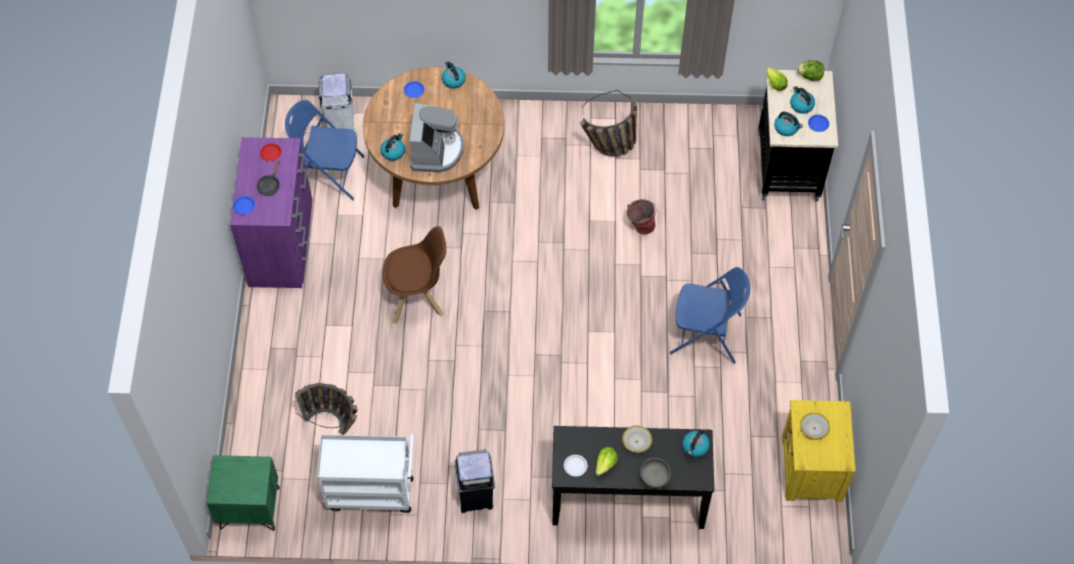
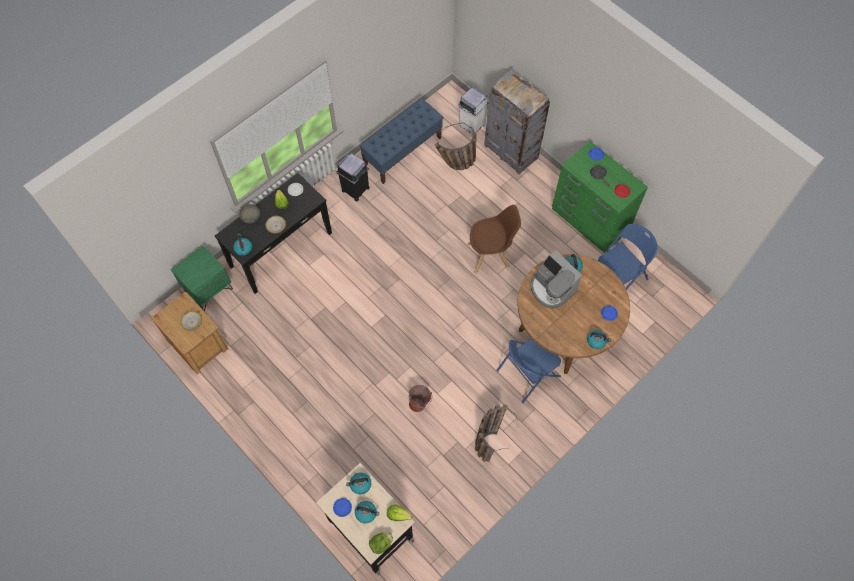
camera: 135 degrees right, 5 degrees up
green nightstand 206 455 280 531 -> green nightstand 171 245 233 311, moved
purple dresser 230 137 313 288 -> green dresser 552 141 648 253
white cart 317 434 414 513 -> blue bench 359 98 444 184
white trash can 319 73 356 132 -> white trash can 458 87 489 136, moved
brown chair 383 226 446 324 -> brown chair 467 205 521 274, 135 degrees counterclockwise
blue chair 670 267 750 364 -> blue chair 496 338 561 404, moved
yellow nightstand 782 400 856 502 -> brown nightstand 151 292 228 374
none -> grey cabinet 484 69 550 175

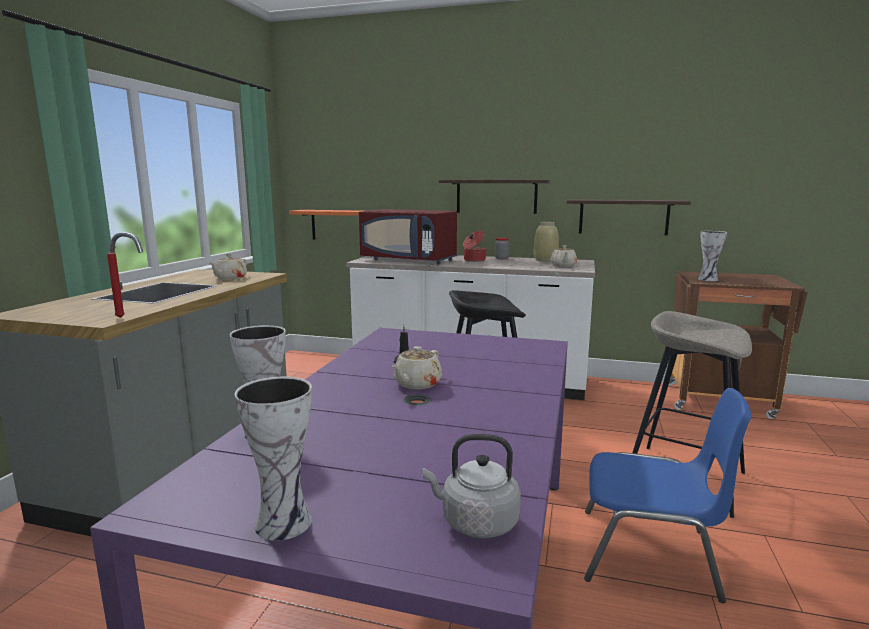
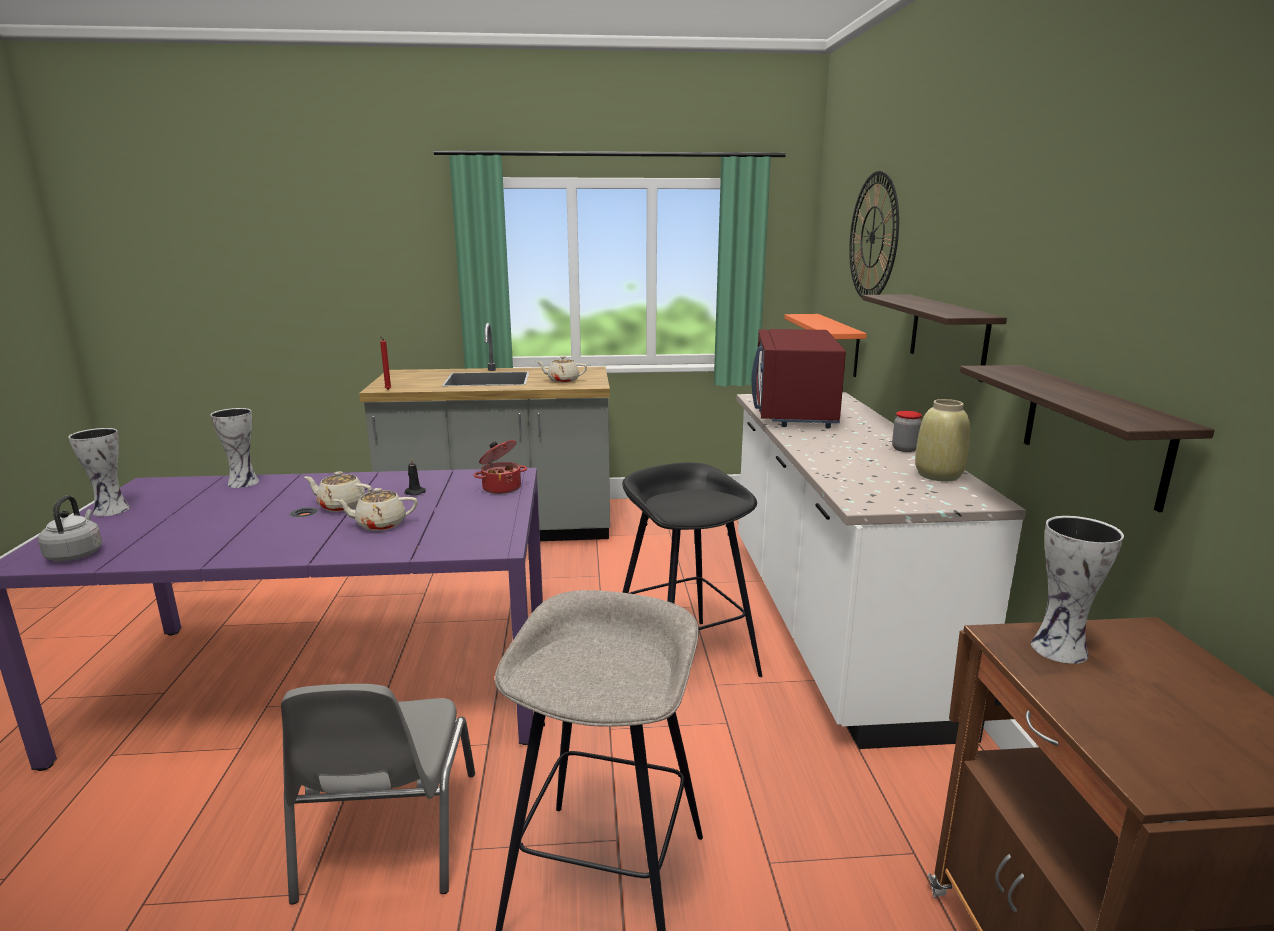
camera: 70 degrees right, 5 degrees up
cooking pot 463 231 486 262 -> cooking pot 474 440 527 494, moved
beige teapot 550 245 577 267 -> beige teapot 334 488 418 531, moved
blue chair 584 388 751 603 -> grey chair 281 684 475 905
none -> wall clock 849 171 899 298

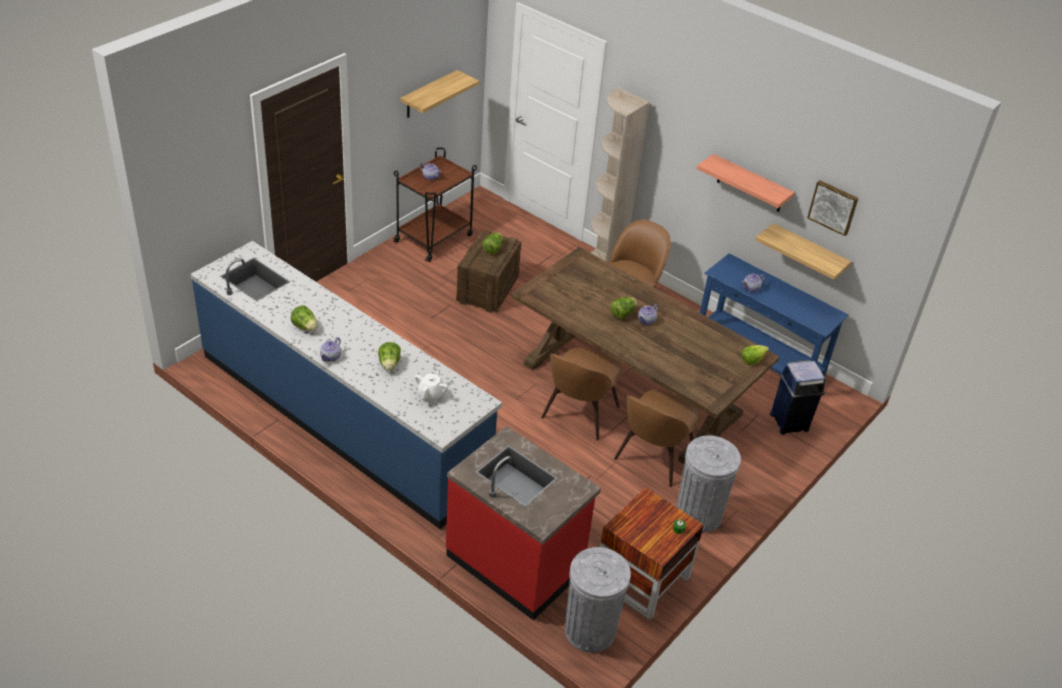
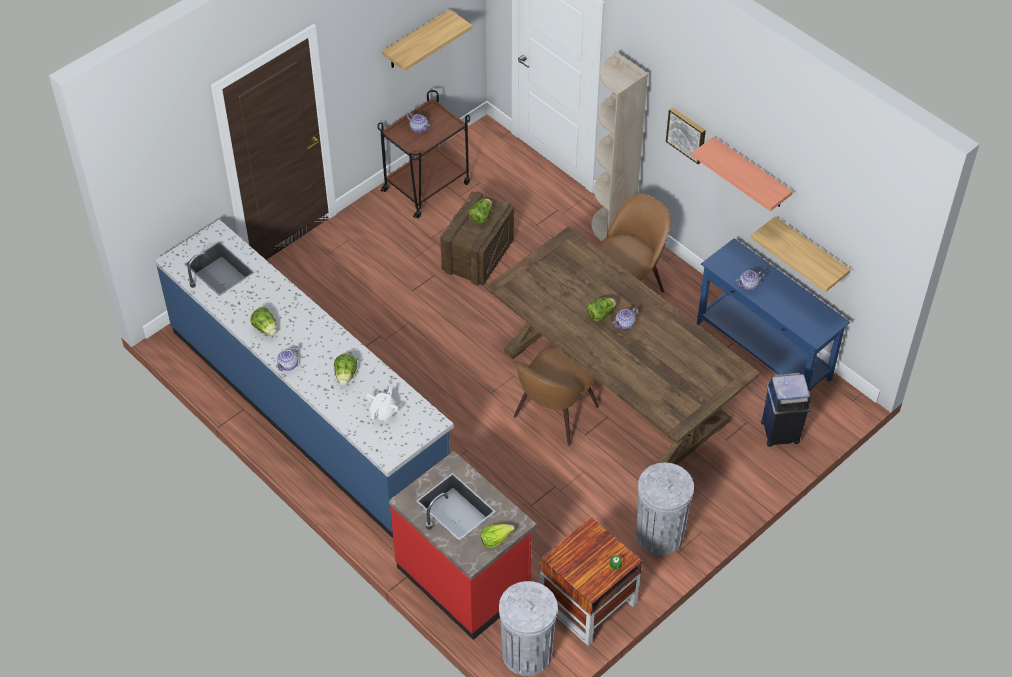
camera: 10 degrees right, 10 degrees up
brown chair 614 389 702 487 -> none
lettuce 742 345 769 365 -> lettuce 481 524 515 548, moved
picture 807 180 858 236 -> picture 666 107 706 164, moved

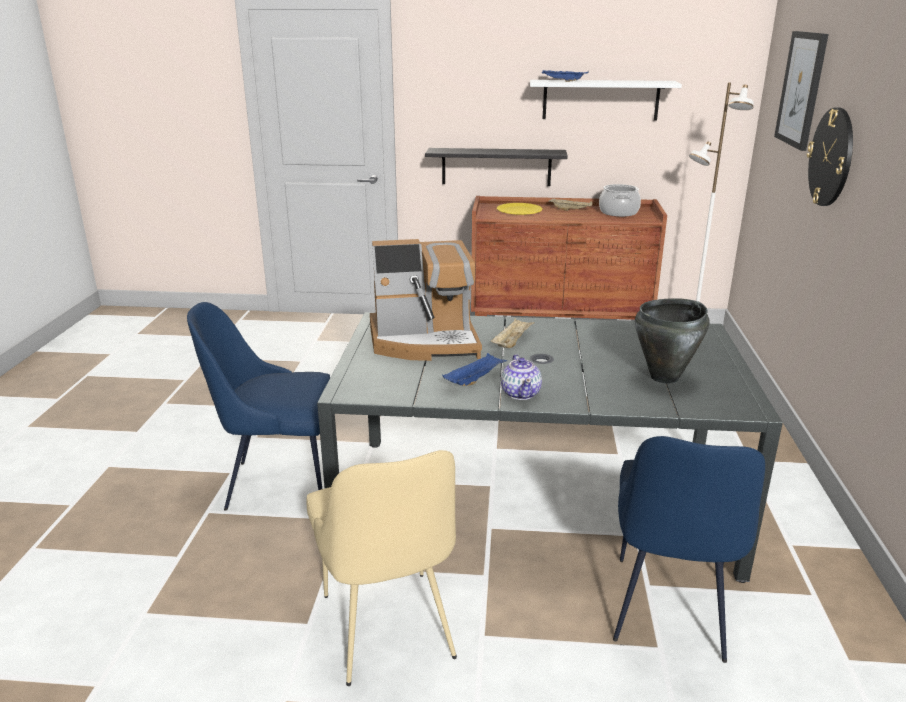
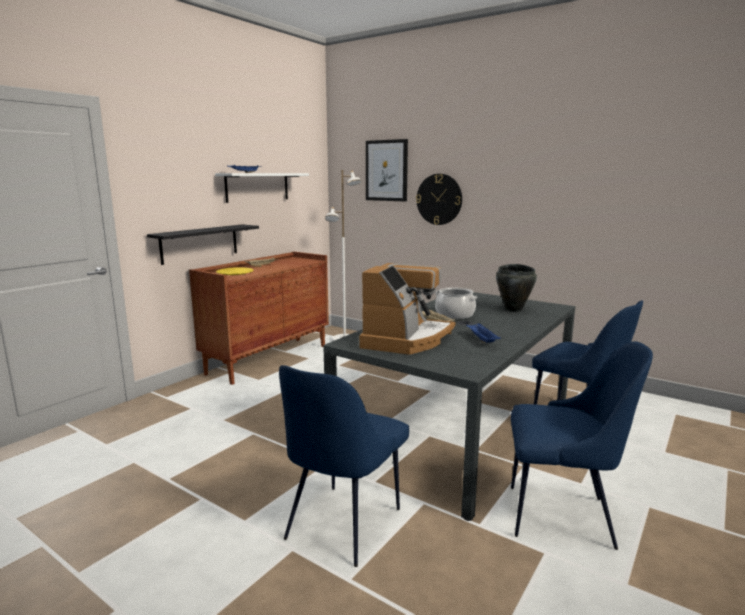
camera: 60 degrees left, 10 degrees down
beige chair 306 450 457 686 -> blue chair 511 341 653 550
teapot 501 354 542 400 -> none
cooking pot 599 184 641 217 -> cooking pot 435 288 477 319, moved

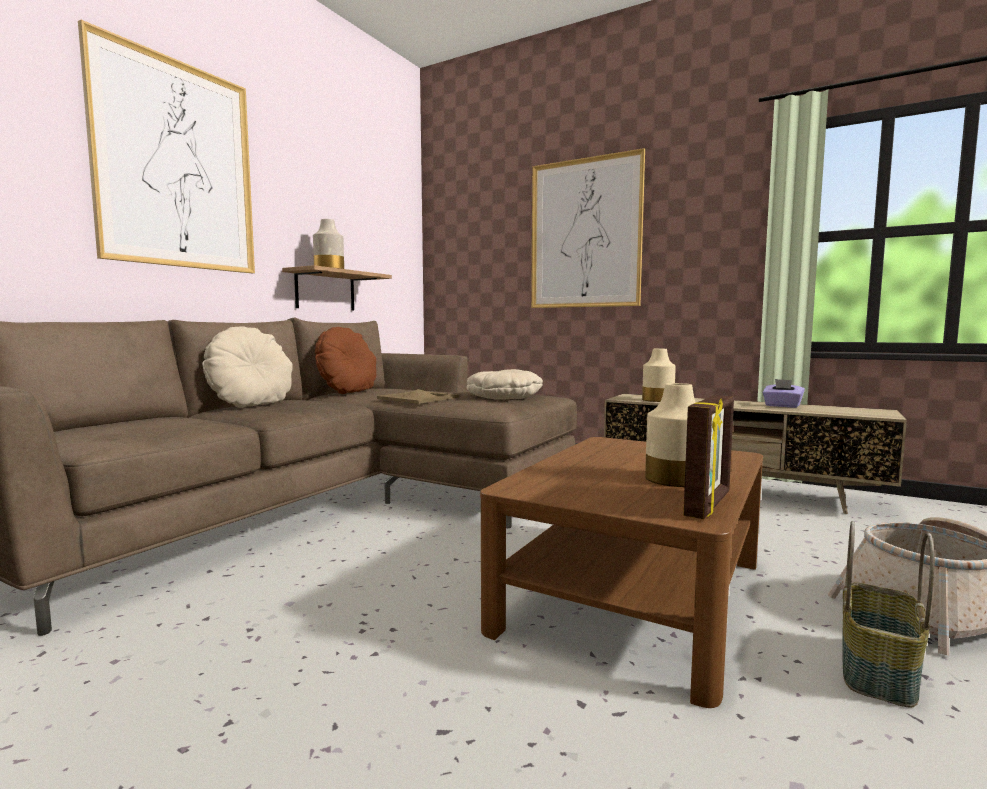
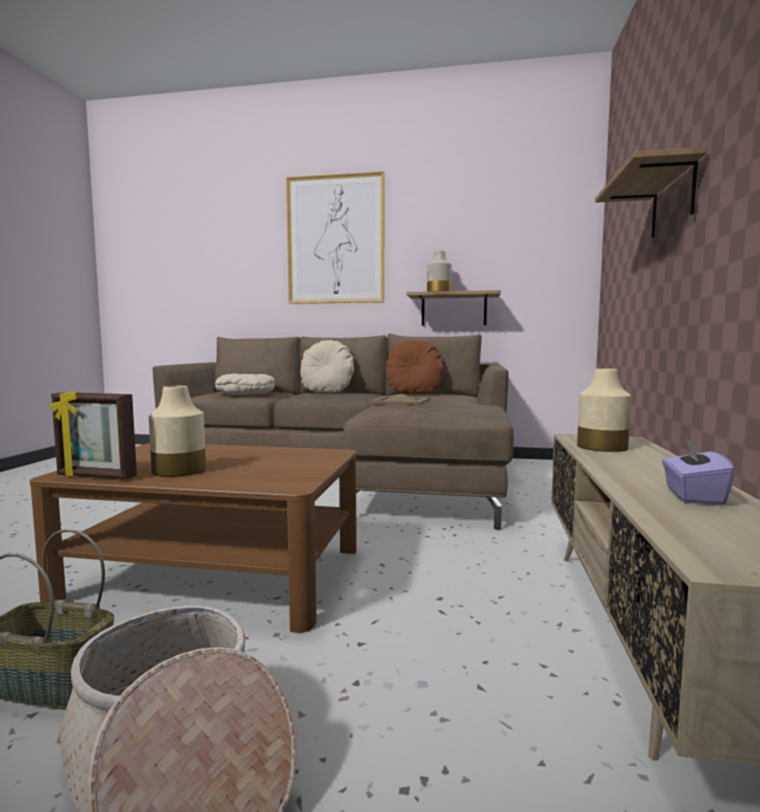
camera: 70 degrees right, 0 degrees up
beige pillow 467 369 543 400 -> beige pillow 215 373 275 395, moved
picture 531 148 645 308 -> shelf 595 147 707 238

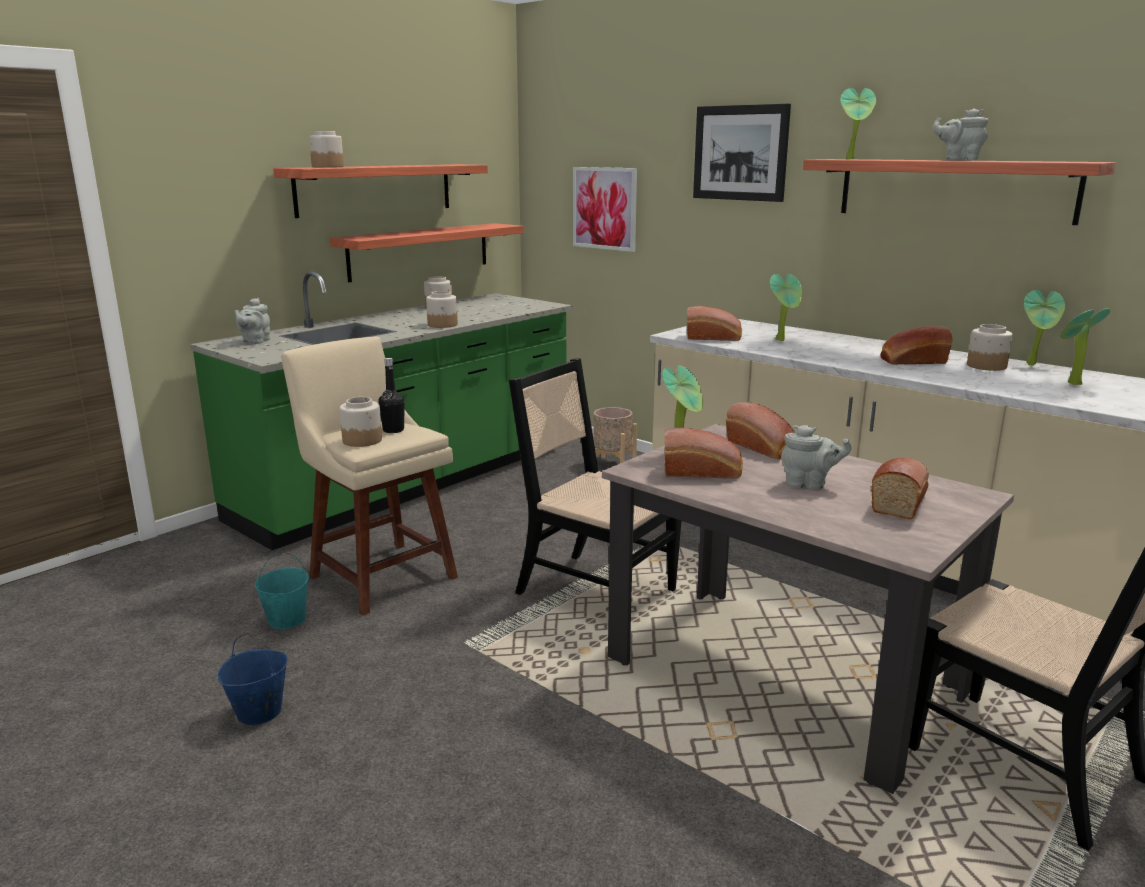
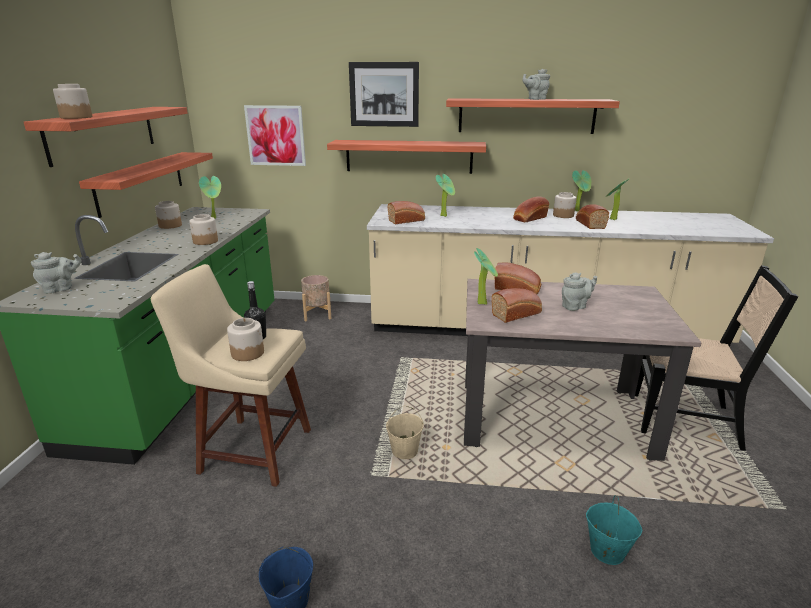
camera: 35 degrees left, 5 degrees up
grey teapot 234 298 270 344 -> grey teapot 31 252 81 294, 105 degrees counterclockwise
turquoise bucket 255 551 309 629 -> turquoise bucket 586 495 642 565, moved
chair 509 358 681 595 -> none
potted plant 840 88 876 159 -> potted plant 199 176 221 218, moved
bread 871 458 929 519 -> bread 576 204 609 229, moved
none -> shelf 327 140 486 174
none -> beige bucket 386 405 424 459

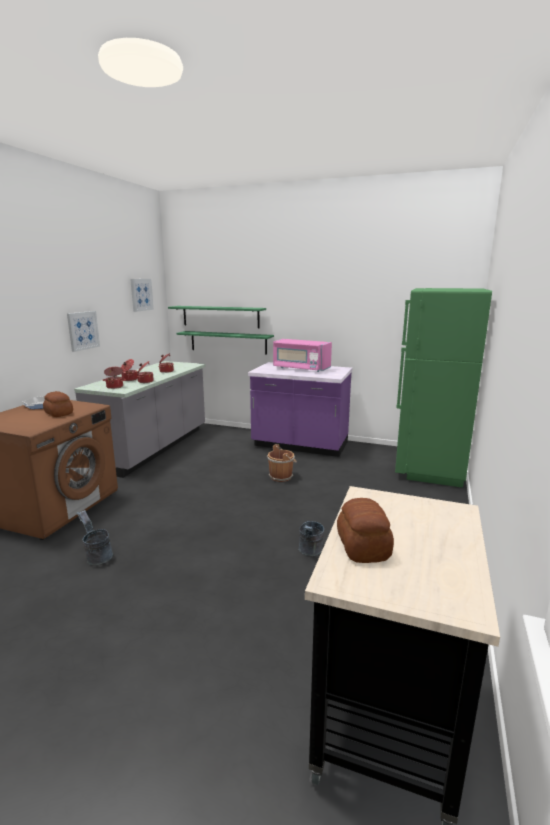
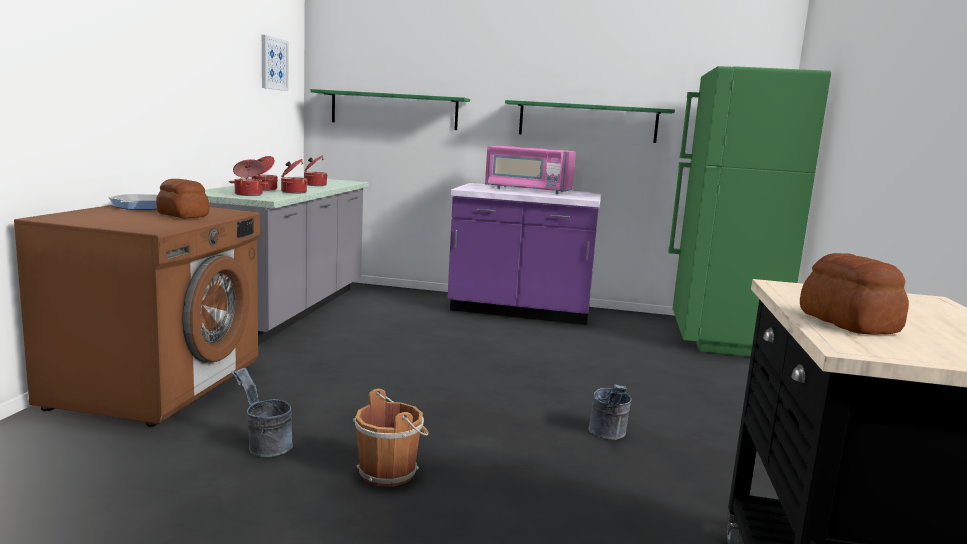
camera: 10 degrees left, 5 degrees down
picture 67 311 100 352 -> none
green shelf 176 331 274 355 -> green shelf 505 100 675 143, moved
brown bucket 267 444 297 482 -> brown bucket 353 389 429 487, moved

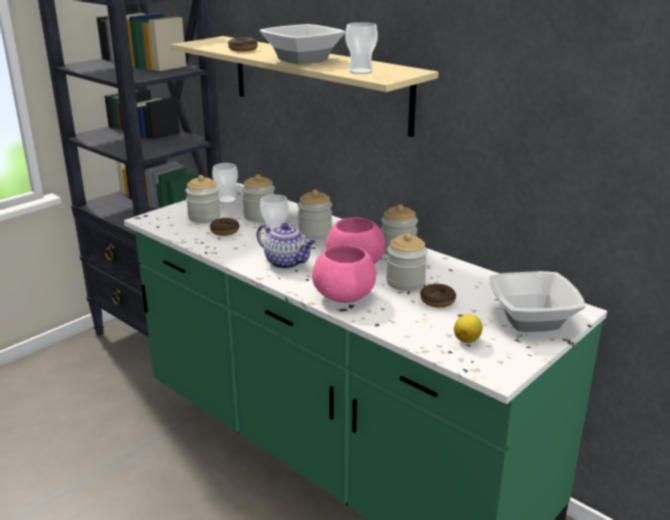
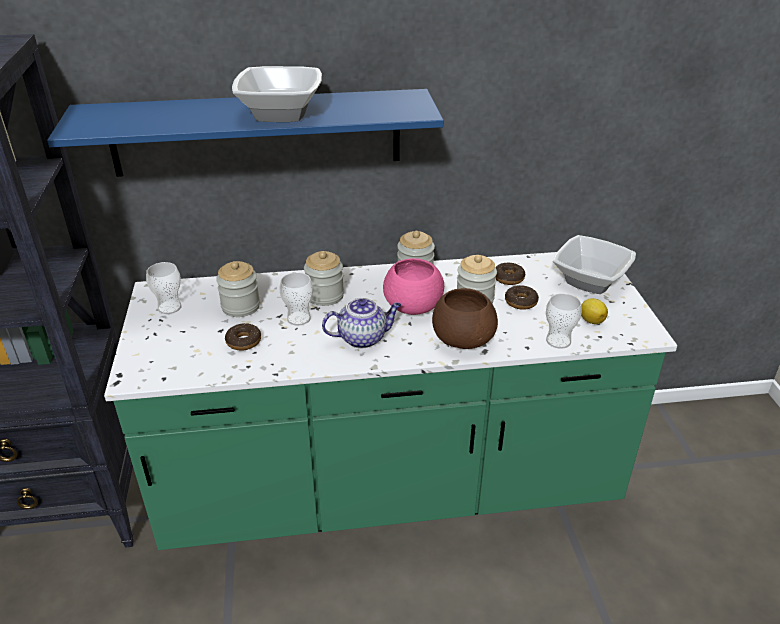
camera: 50 degrees left, 10 degrees up
beige shelf 170 36 439 137 -> blue shelf 47 89 444 177
jar 185 175 220 223 -> none
donut 228 37 258 52 -> donut 495 263 525 285, moved
pink bowl 312 245 376 303 -> brown bowl 432 288 498 349
cup 345 22 378 74 -> cup 546 293 582 349, moved

